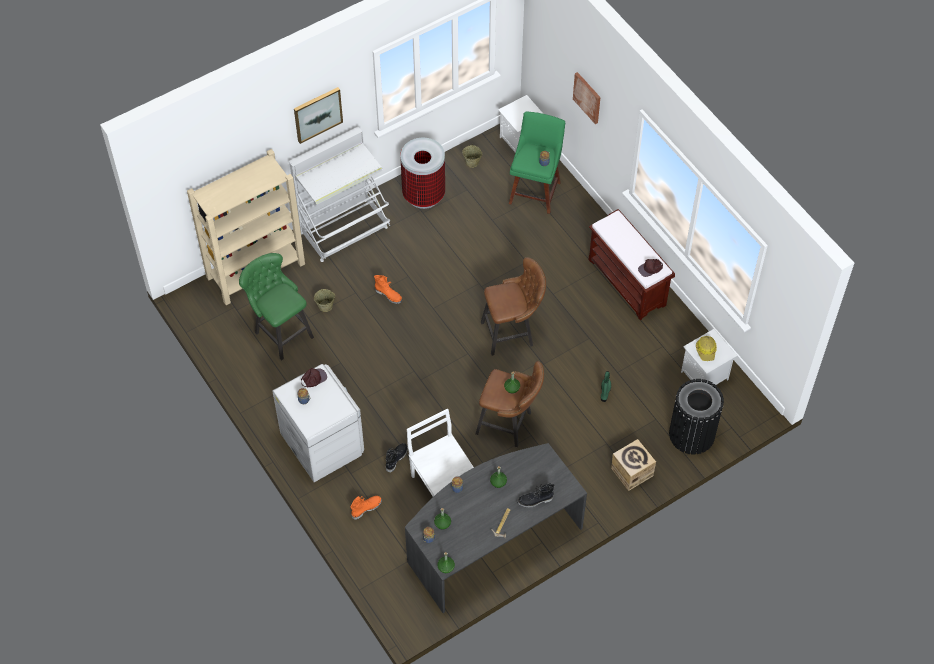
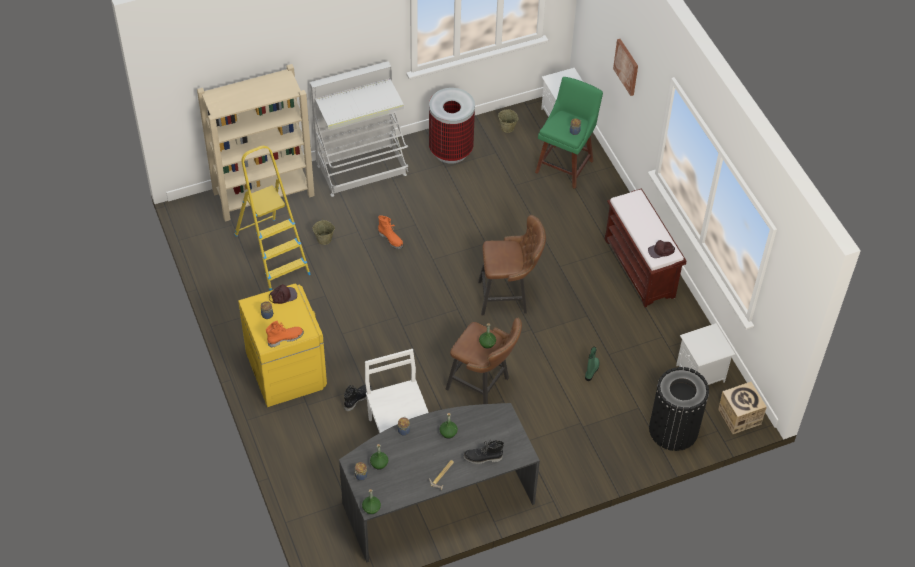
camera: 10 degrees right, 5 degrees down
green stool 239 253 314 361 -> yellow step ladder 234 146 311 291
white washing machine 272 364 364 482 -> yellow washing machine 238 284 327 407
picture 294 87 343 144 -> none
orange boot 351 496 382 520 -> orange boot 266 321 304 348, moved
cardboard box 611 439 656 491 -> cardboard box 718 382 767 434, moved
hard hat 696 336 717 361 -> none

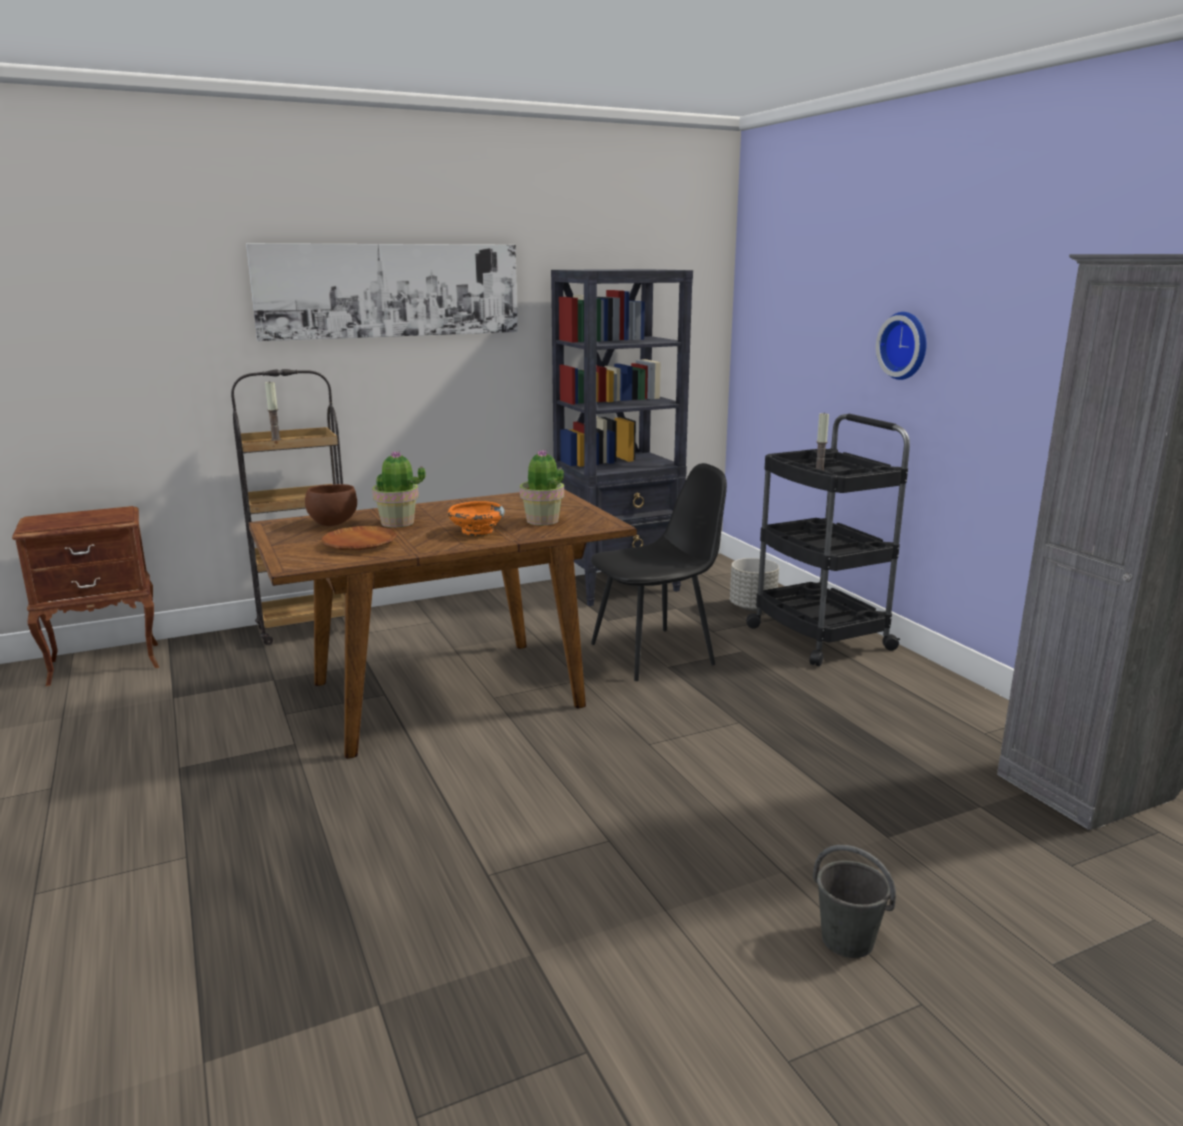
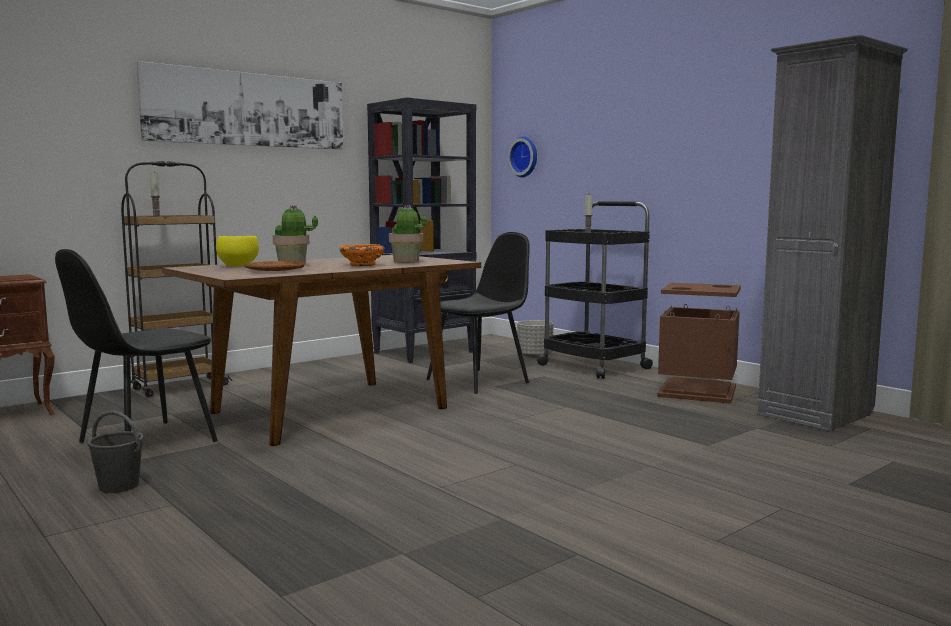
camera: 15 degrees left, 10 degrees down
brown bowl 305 484 357 526 -> yellow bowl 216 236 259 267
grey bucket 813 845 896 958 -> grey bucket 87 411 144 493, moved
wall clock 876 312 927 380 -> wall clock 508 136 537 177, moved
none -> black chair 55 249 218 443
none -> brown trash can 657 283 741 404

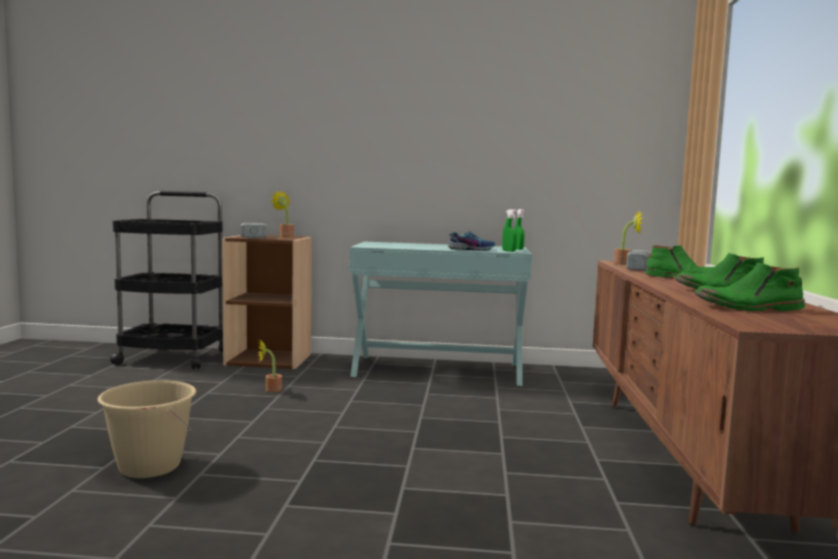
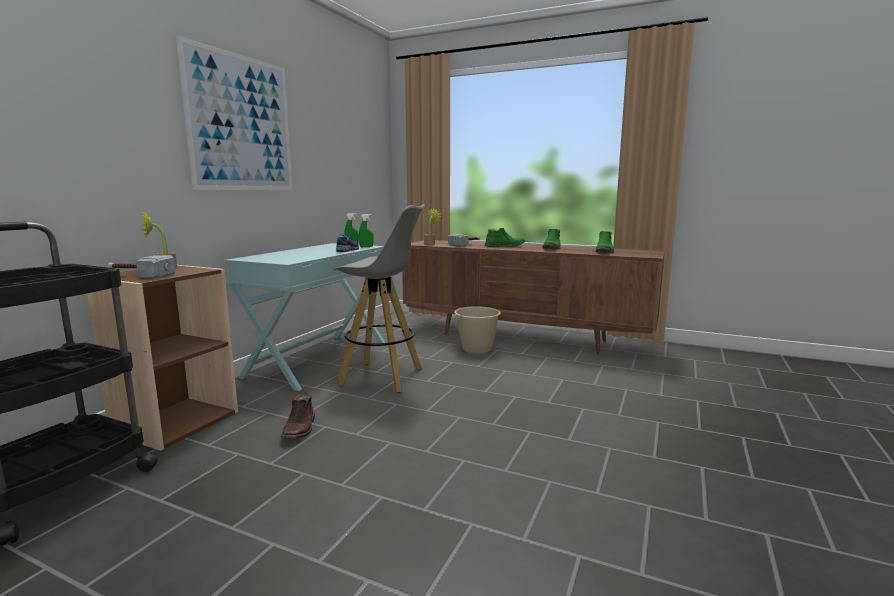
camera: 70 degrees left, 5 degrees up
beige bucket 98 380 196 478 -> beige bucket 453 306 501 354, moved
potted plant 257 340 282 392 -> brown boot 281 392 315 439
none -> picture 176 35 293 190
none -> grey stool 333 204 425 393

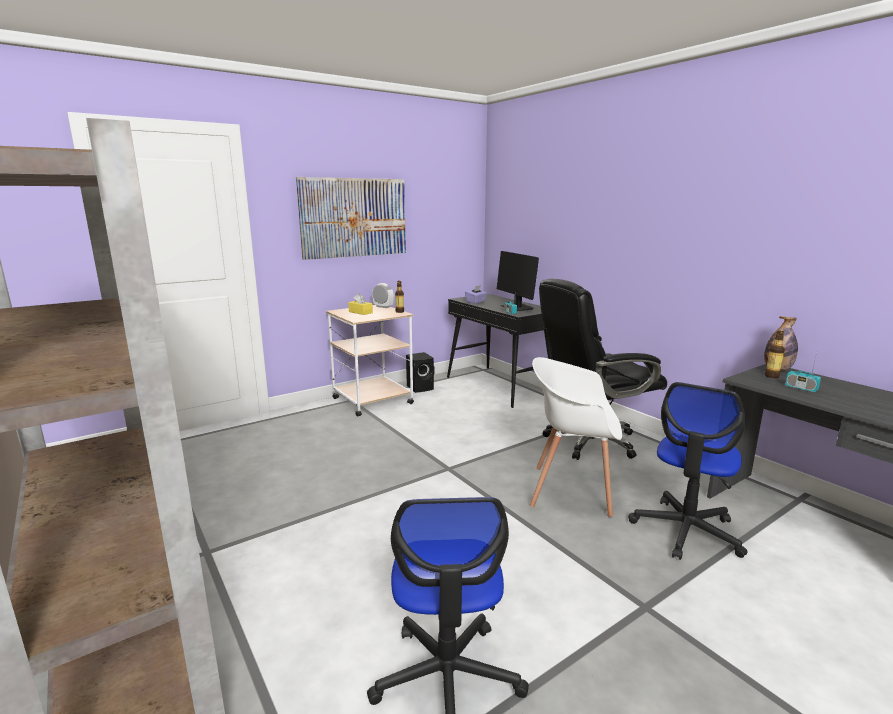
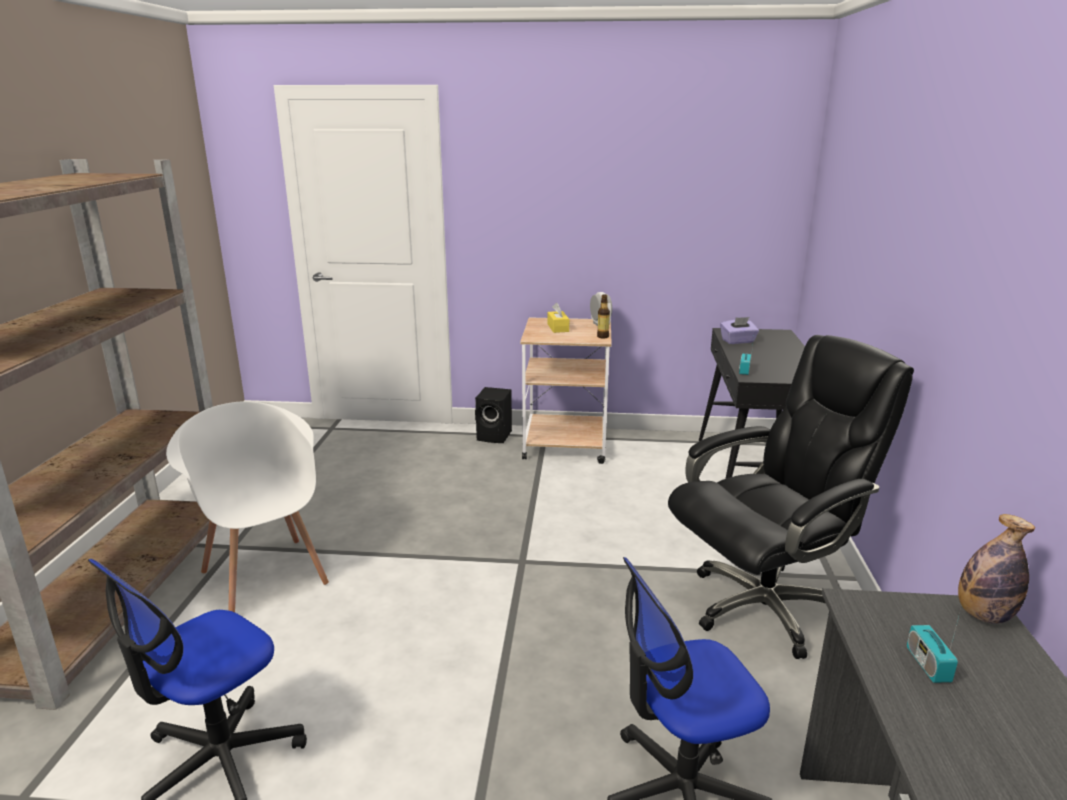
camera: 40 degrees right, 5 degrees up
picture 296 177 406 260 -> none
black speaker 406 352 434 393 -> black speaker 475 387 512 443, moved
monitor 497 251 539 311 -> none
white chair 530 357 622 517 -> white chair 166 401 329 612, moved
black office chair 539 279 667 460 -> black office chair 668 335 914 659, 135 degrees clockwise
bottle 765 331 785 378 -> none

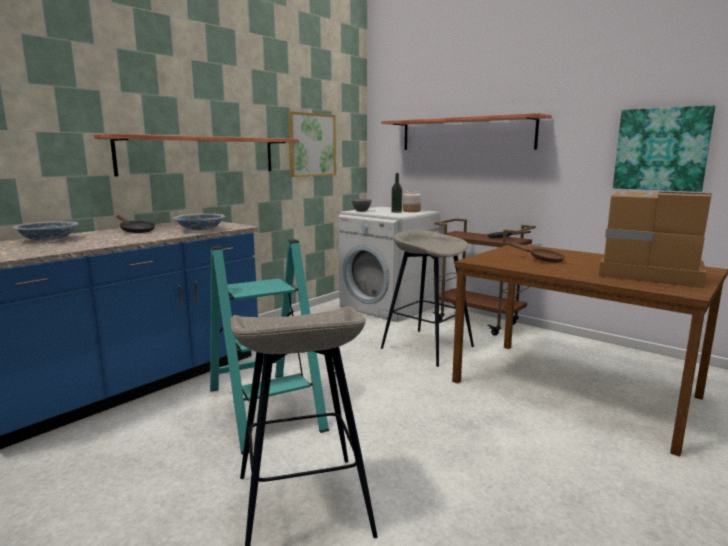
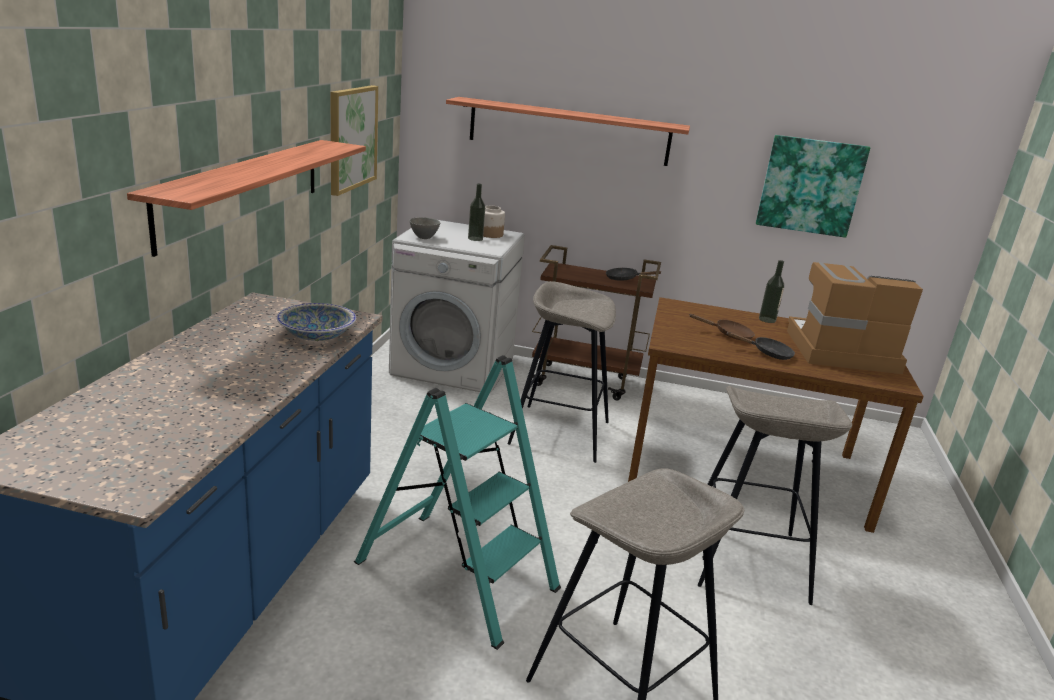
camera: 30 degrees left, 10 degrees up
bowl 13 221 79 241 -> none
black frying pan 116 215 155 233 -> black frying pan 726 331 795 360, moved
none -> grey stool 698 386 852 605
none -> bottle 759 260 784 323

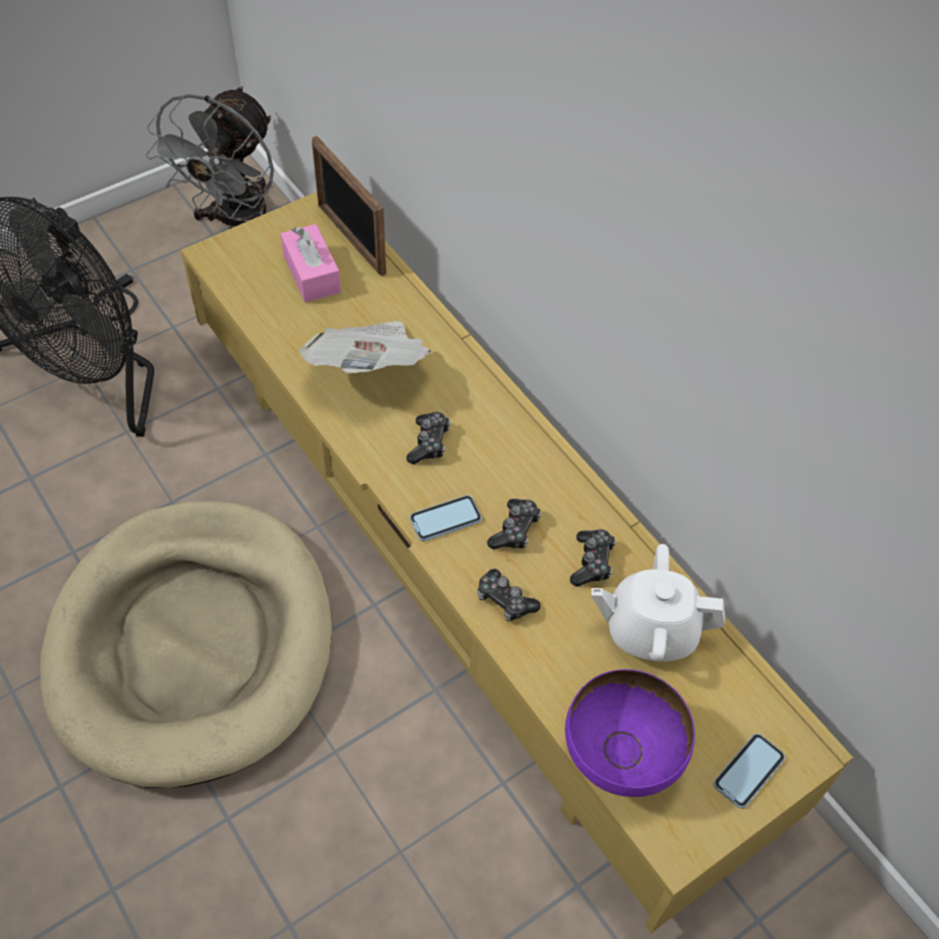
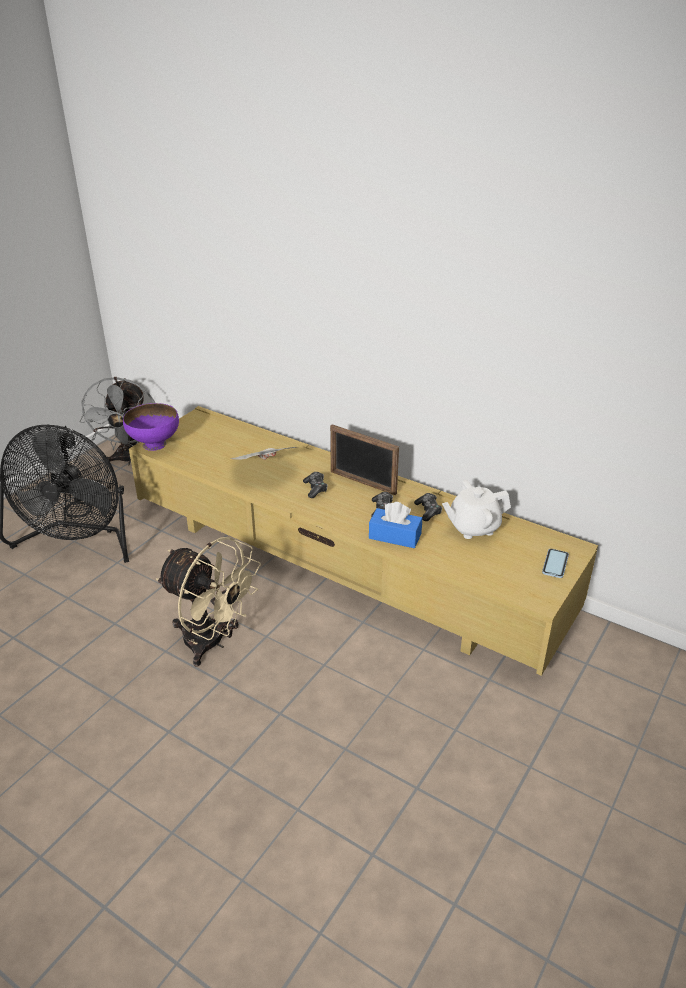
camera: 20 degrees left, 20 degrees down
beige dog bed 40 501 332 788 -> beige fan 156 537 261 667
pink tissue box 280 224 341 302 -> none
picture frame 312 136 386 276 -> picture frame 330 424 399 495, moved
phone 410 495 482 541 -> none
game controller 477 569 541 622 -> blue tissue box 369 502 422 548
purple bowl 565 669 695 797 -> purple bowl 123 403 179 451, moved

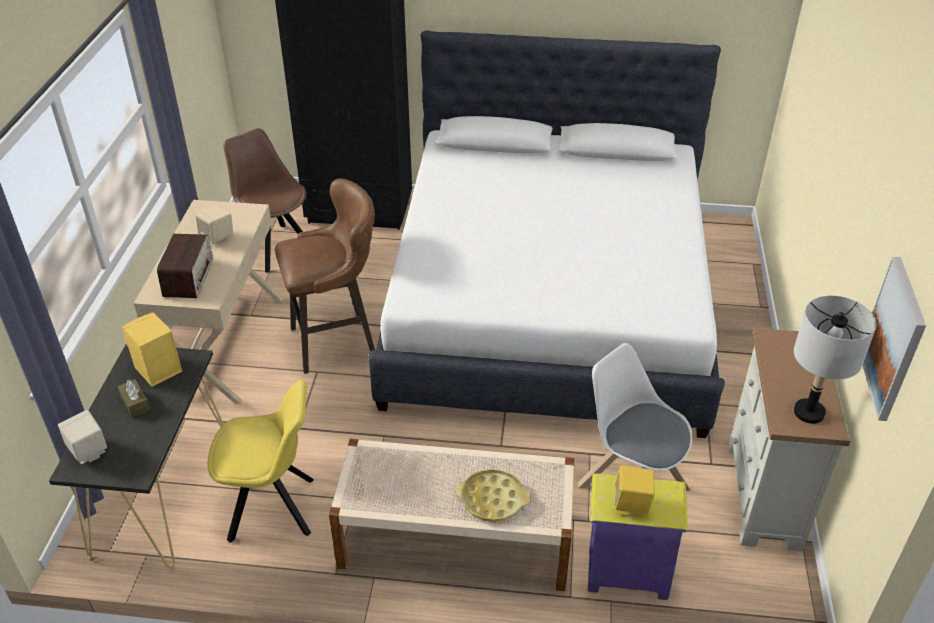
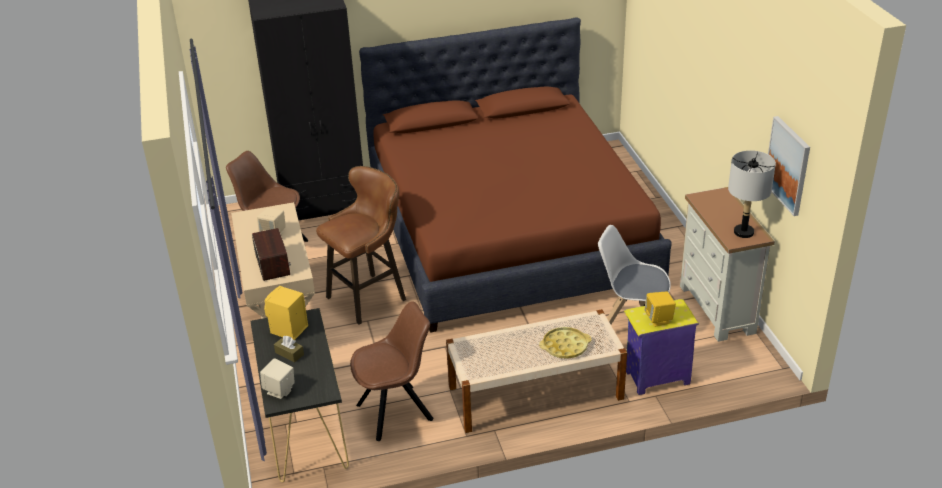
camera: 20 degrees left, 5 degrees down
yellow chair 208 380 314 543 -> brown chair 350 301 434 441
white bed 368 30 725 438 -> brown bed 359 17 672 333

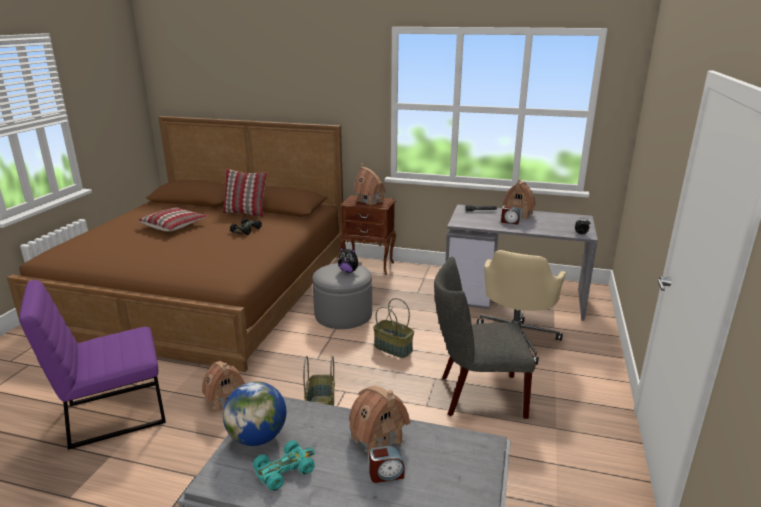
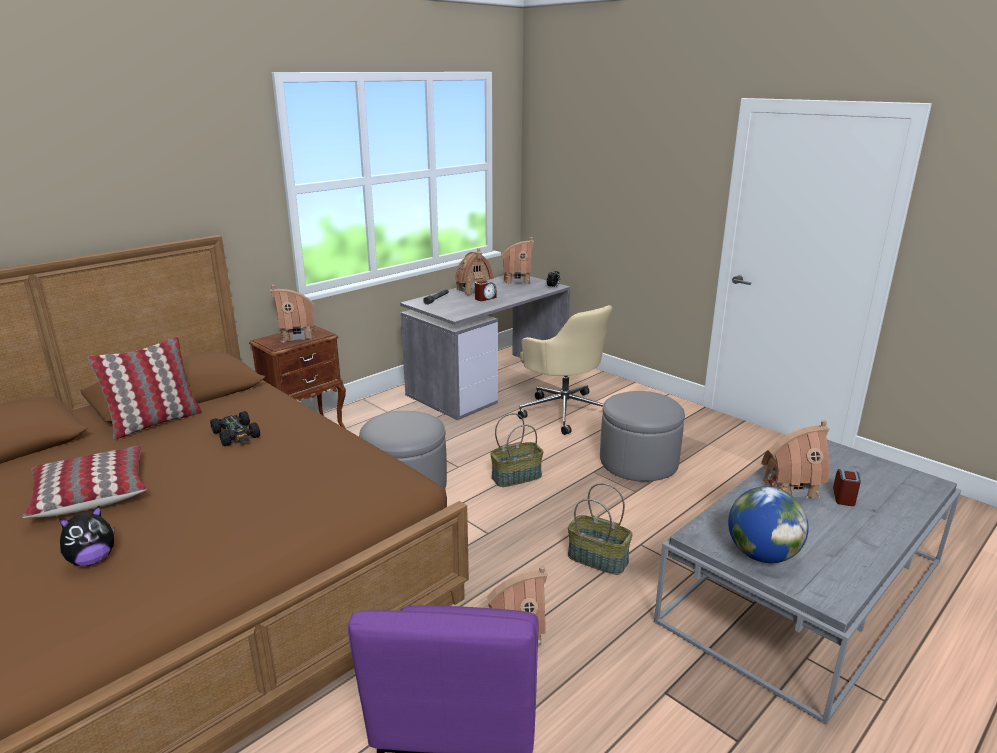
camera: 60 degrees left, 0 degrees up
turquoise toy car 253 440 315 491 -> none
plush toy 338 247 362 273 -> plush toy 59 506 114 566, moved
grey chair 434 257 536 419 -> grey ottoman 600 391 685 482
none -> toy house 501 237 534 284

